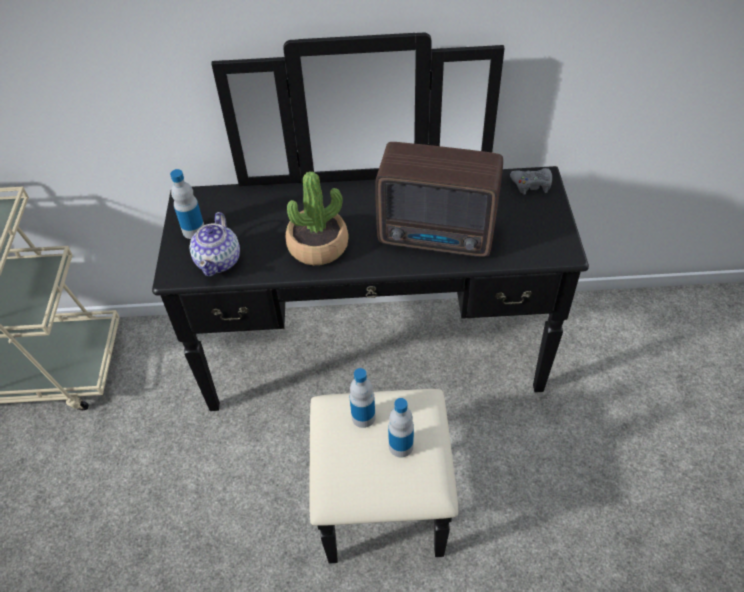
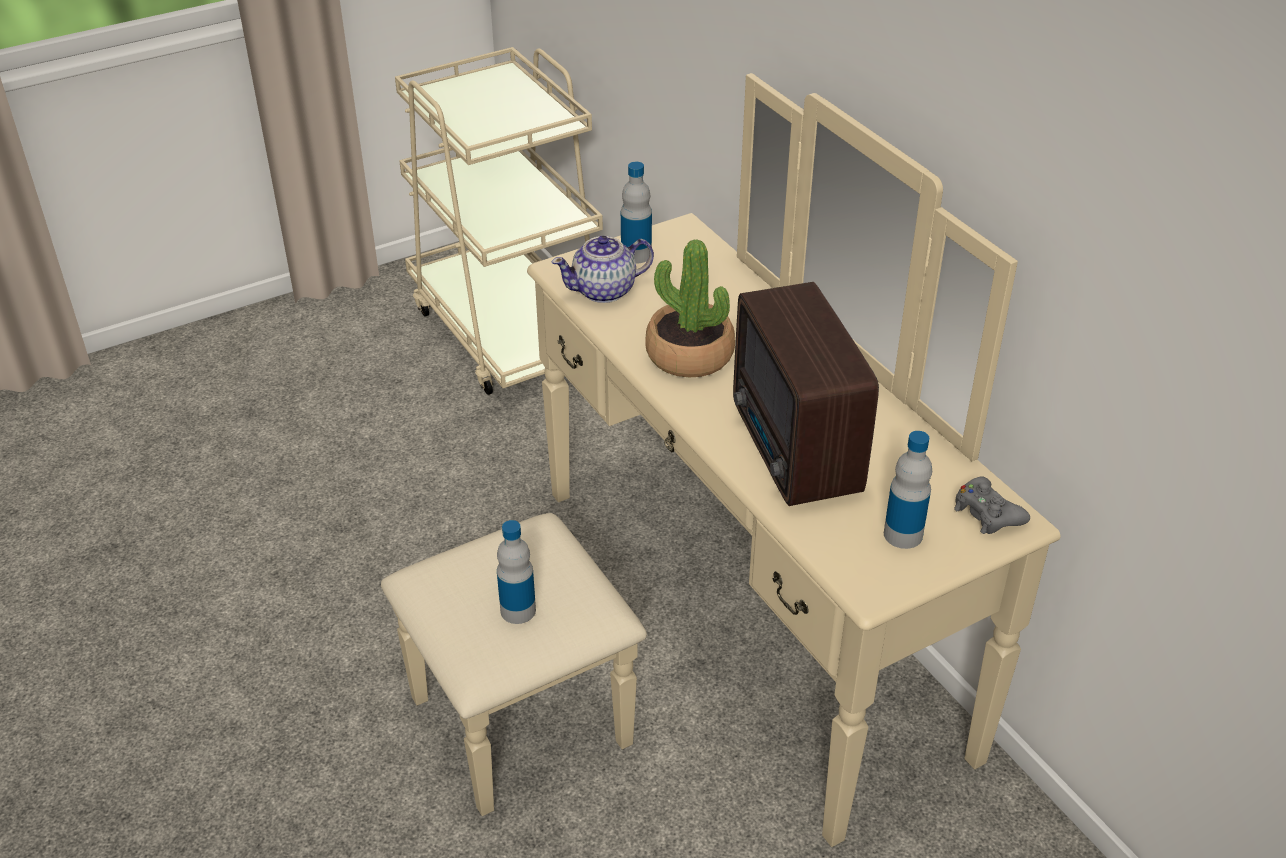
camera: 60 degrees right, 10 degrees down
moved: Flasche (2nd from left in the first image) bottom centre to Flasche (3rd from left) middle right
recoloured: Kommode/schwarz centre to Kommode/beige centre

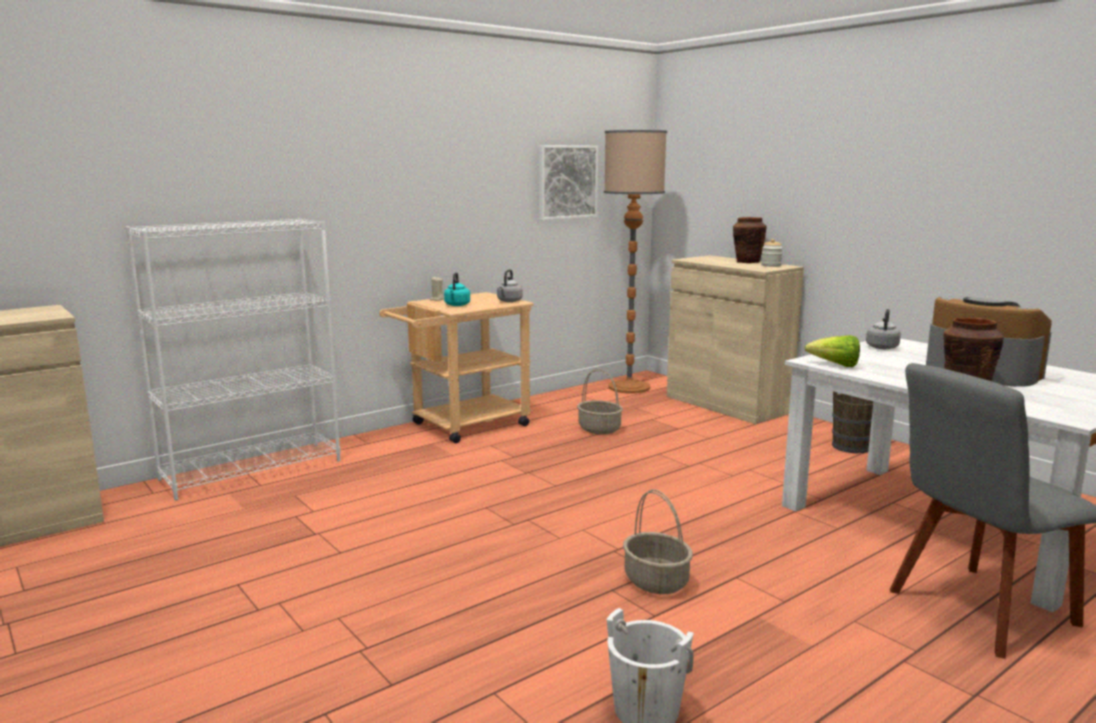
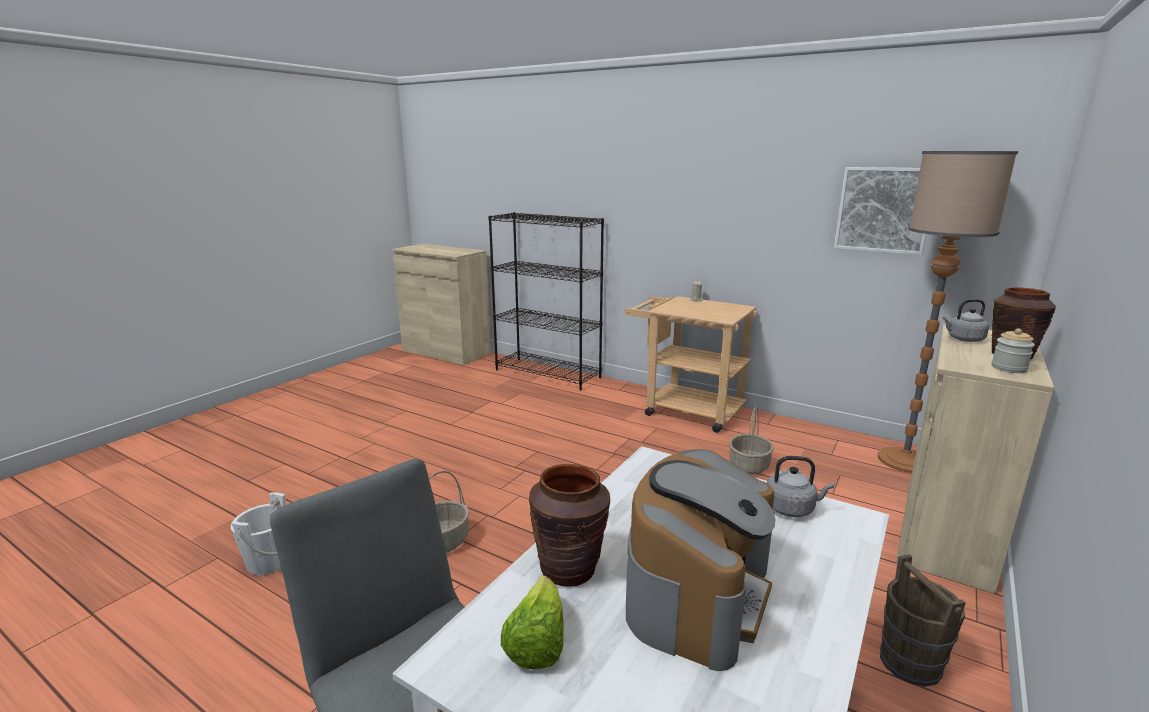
camera: 70 degrees right, 5 degrees up
removed: Wasserkessel/türkis centre
moved: Salatkopf middle right to bottom centre; Wasserkessel/grau (1st from left in the first image) centre to Wasserkessel/grau (2nd from left) middle right
recoloured: Bücherregal/weiß middle left to Bücherregal/schwarz centre

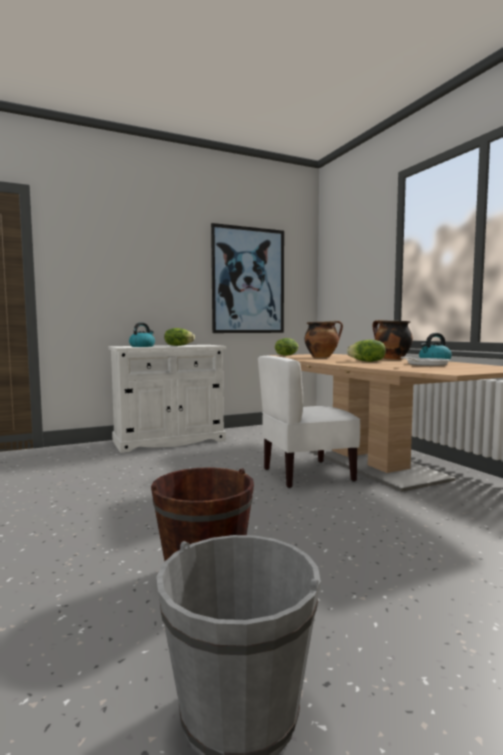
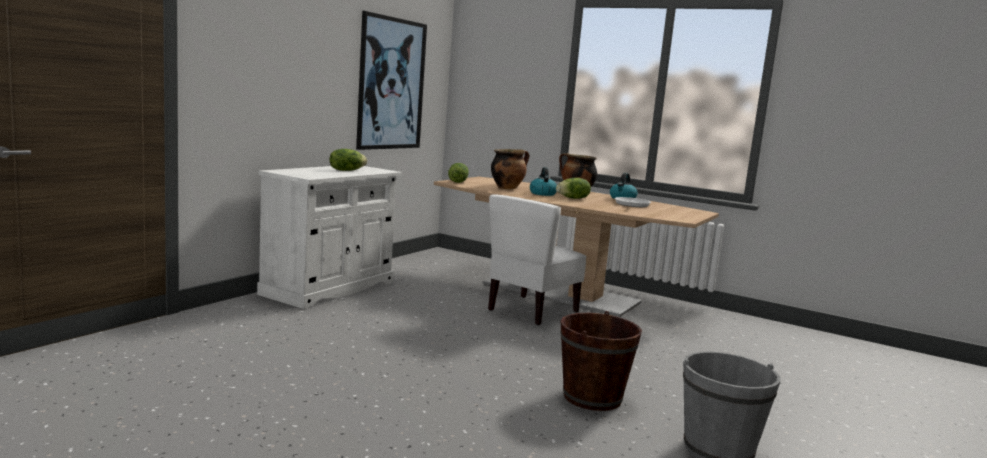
camera: 35 degrees left, 5 degrees up
moved: Wasserkessel (1st from left) middle left to centre

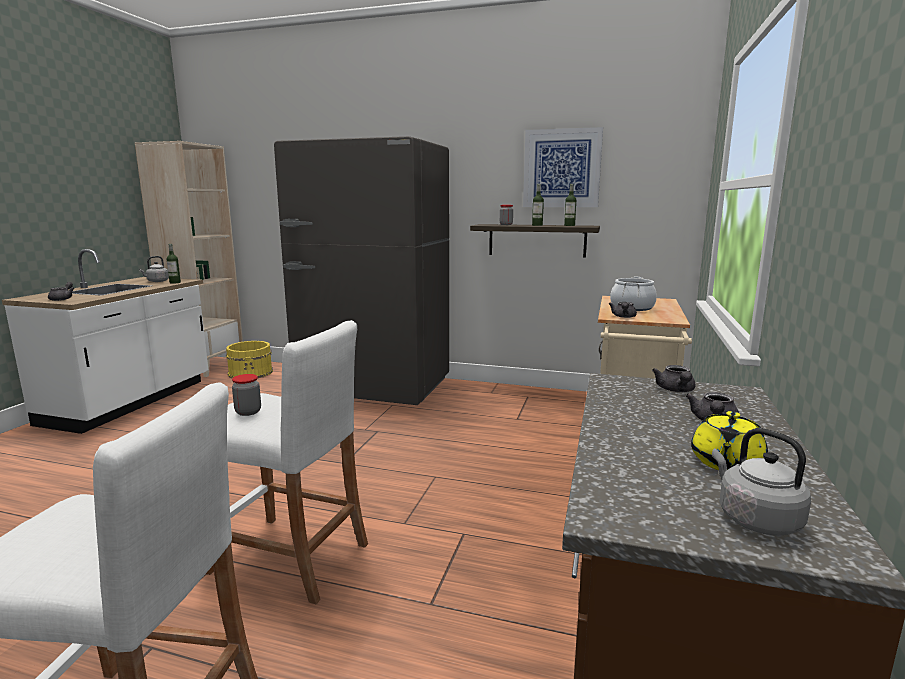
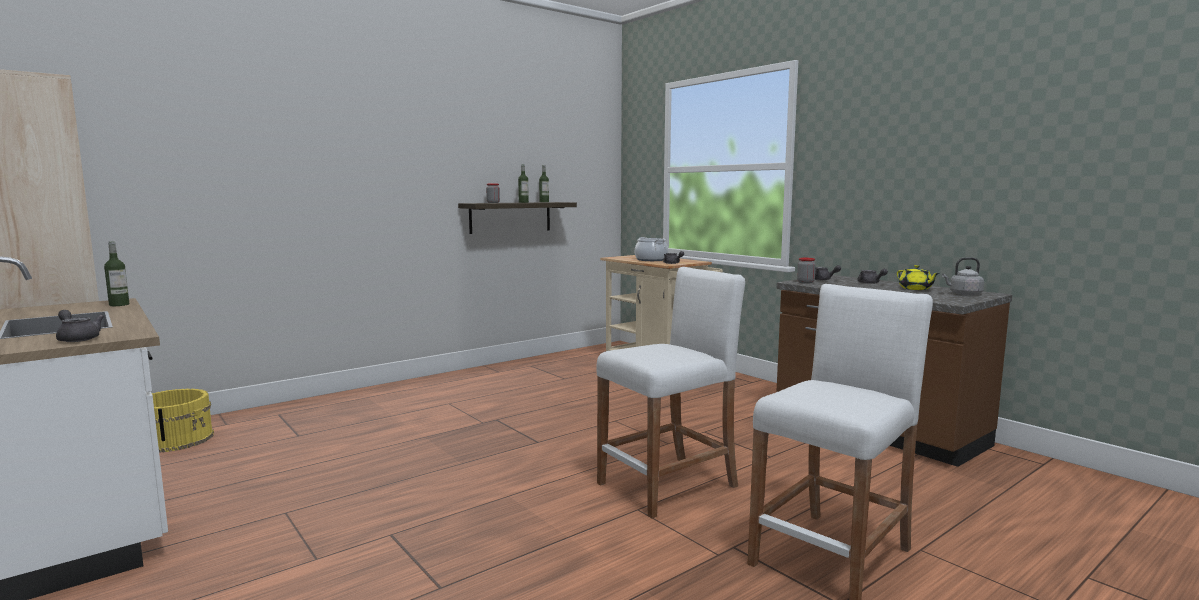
camera: 55 degrees left, 5 degrees down
removed: Wasserkessel/grau (1st from left) middle left; Kühlschrank/grau centre; Bild top centre
moved: Vorratsglas (1st from left in the first image) middle left to Vorratsglas (2nd from left) middle right

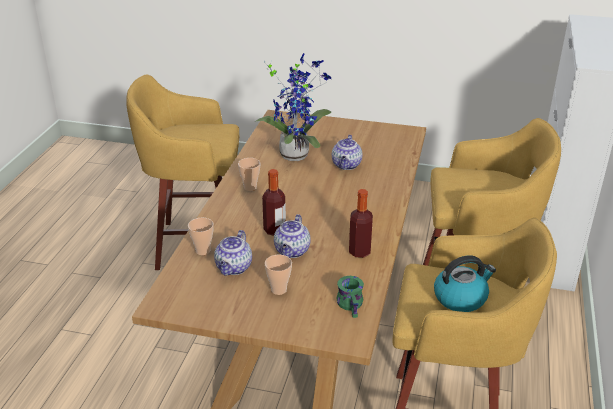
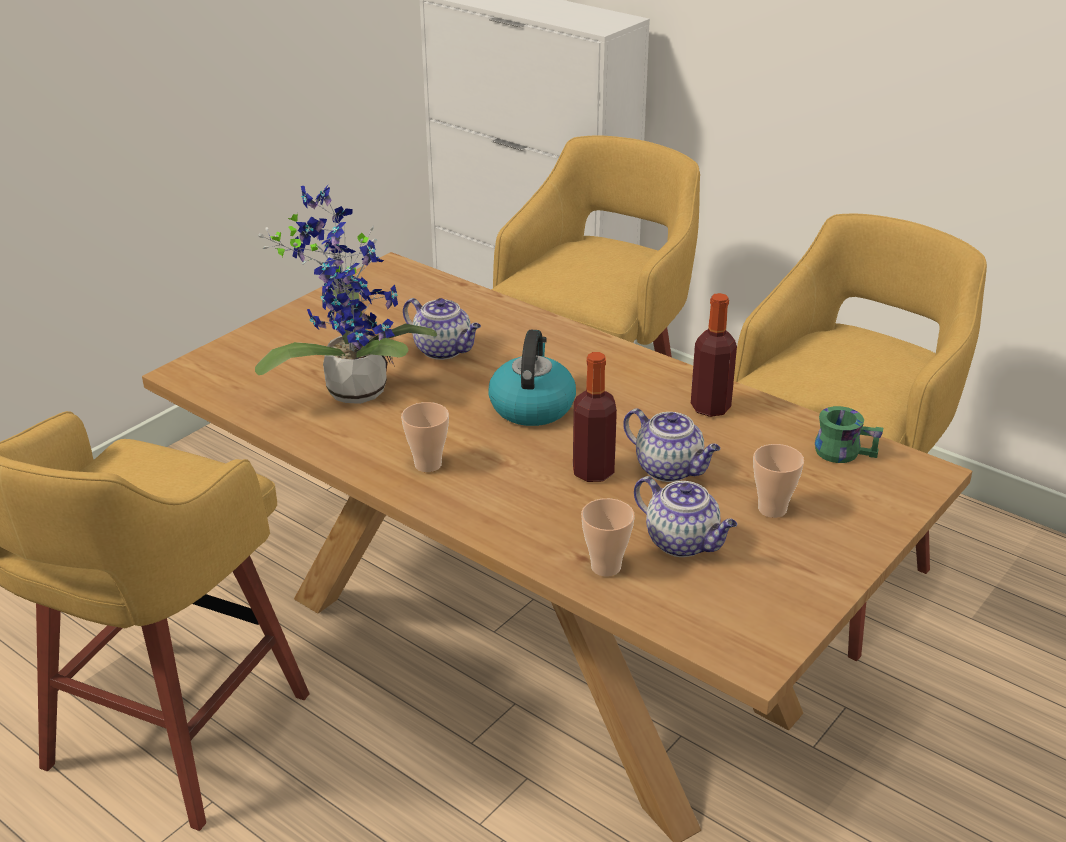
camera: 65 degrees left, 0 degrees up
moved: Wasserkessel bottom right to centre

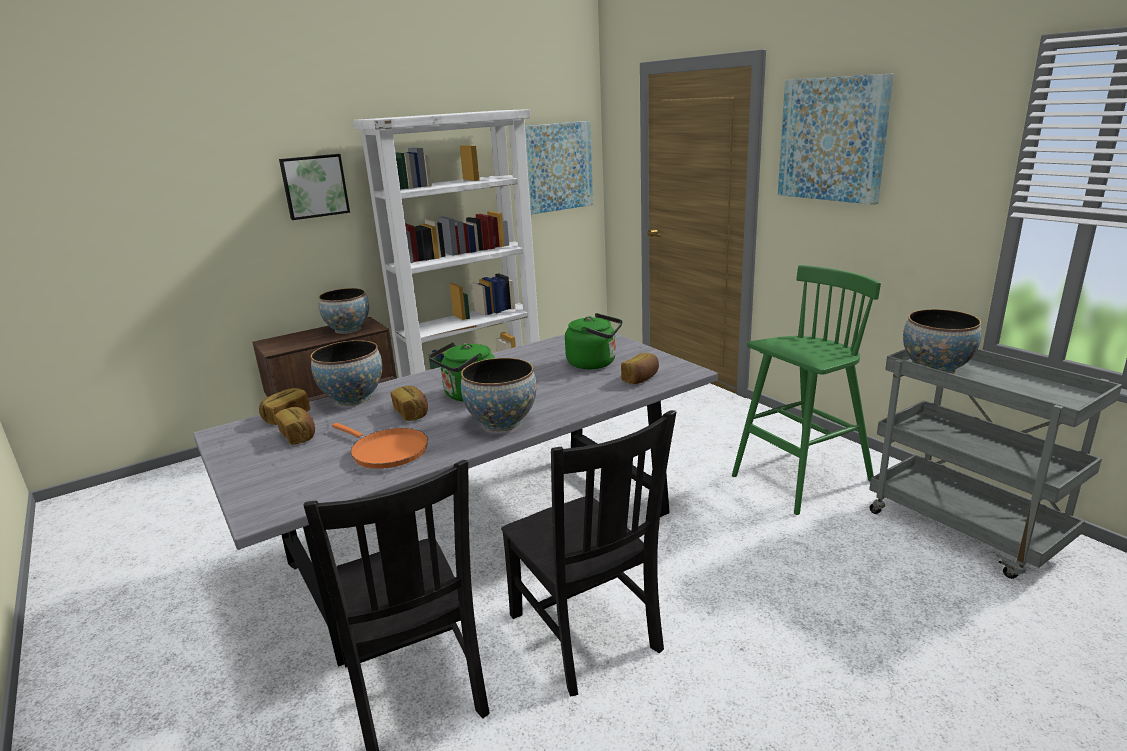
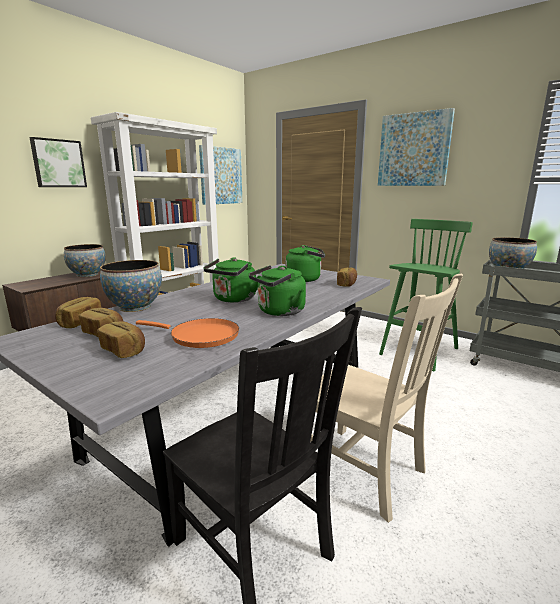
camera: 20 degrees left, 5 degrees down
moved: Brot (3rd from left) centre to middle left
replaced: Schüssel (3rd from left) centre to Wasserkessel/grün (2nd from left) centre
recoloured: Stuhl/schwarz (2nd from left) bottom centre to Stuhl/beige middle right

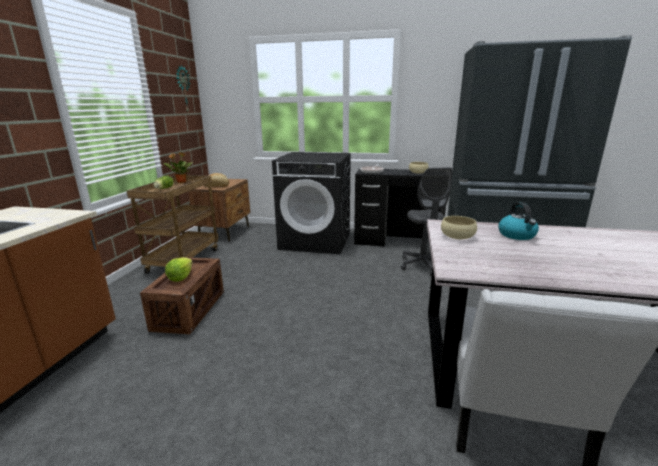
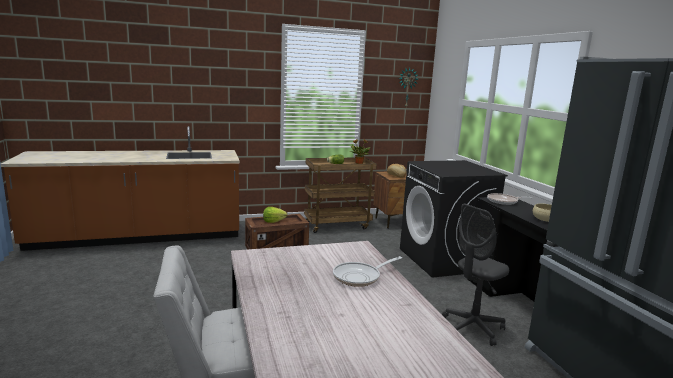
camera: 60 degrees right, 5 degrees down
removed: Schüssel/beige (2nd from left) middle right
replaced: Wasserkessel middle right to Pfanne (1st from left) bottom centre

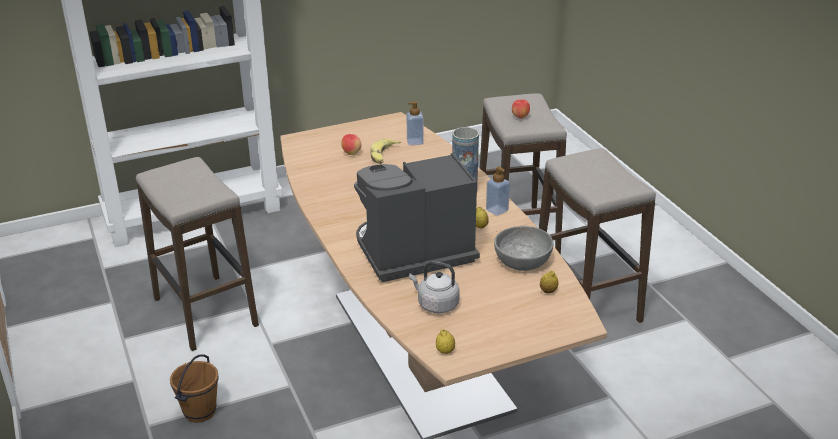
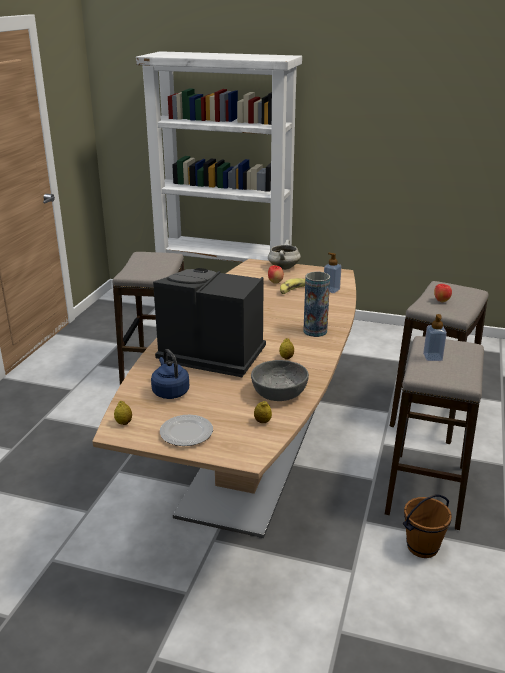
camera: 40 degrees right, 5 degrees down
added: Teller centre; Kochtopf/weiß centre
moved: Eimer/braun bottom left to bottom right; Seifenspender (2nd from left) centre to middle right
recoloured: Wasserkessel/grau centre to Wasserkessel/blau centre

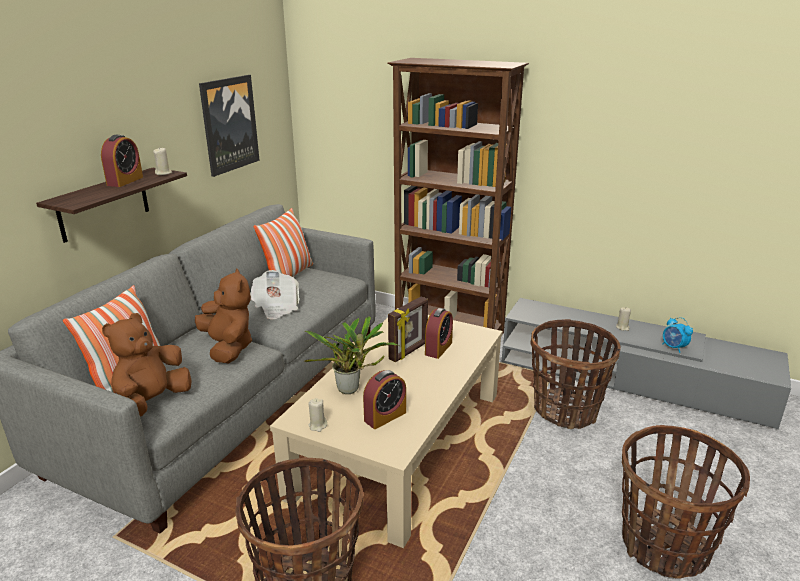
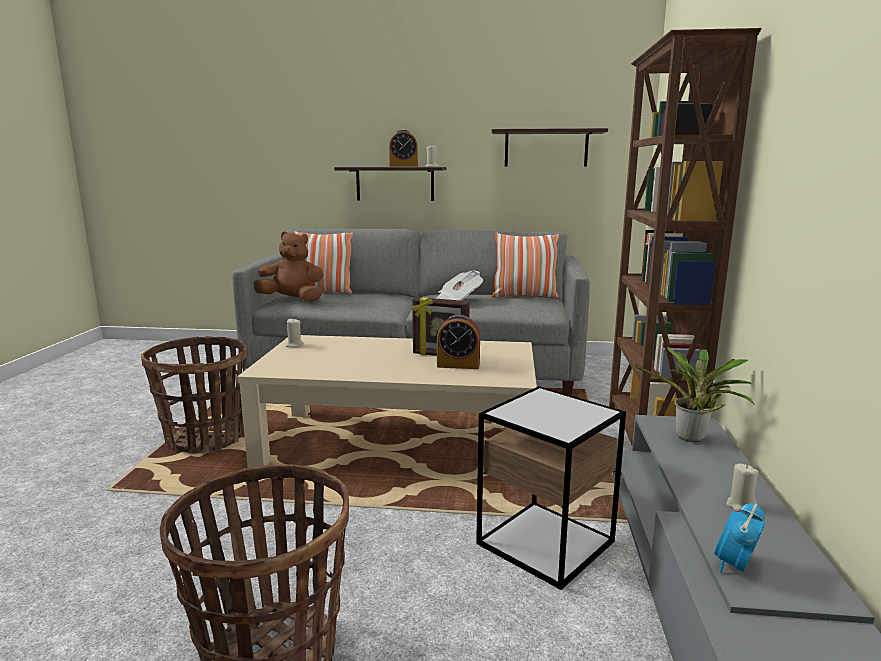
camera: 70 degrees right, 10 degrees down
removed: Plüschtier/braun (2nd from left) middle left; Wecker (2nd from left) bottom centre
moved: Topfpflanze centre to middle right
replaced: Korb (2nd from left) middle right to Beistelltisch bottom centre; Bild top left to Wandregal (2nd from left) top centre

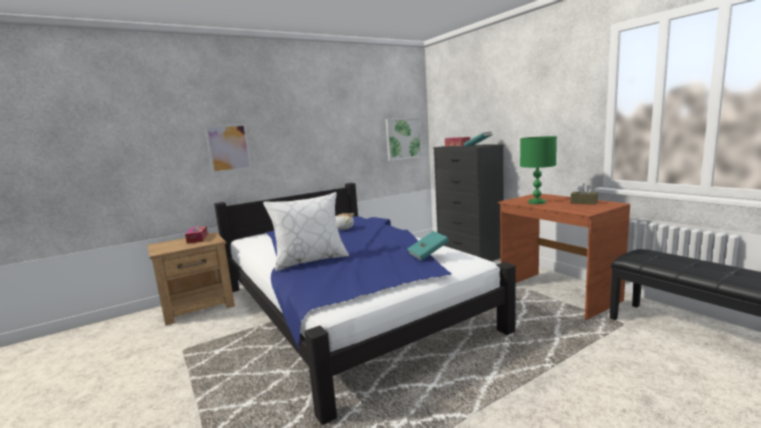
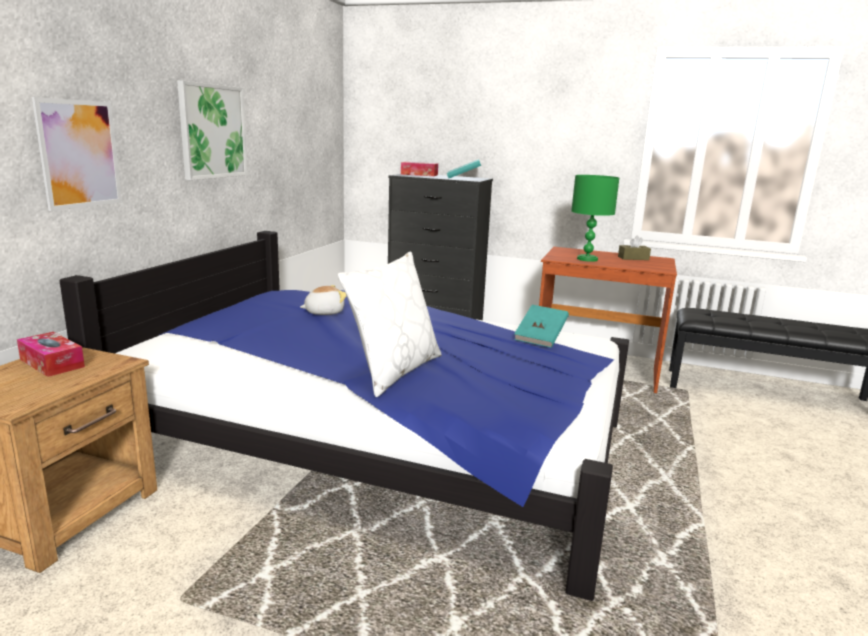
camera: 40 degrees left, 5 degrees up
moved: Bild (2nd from left) top centre to top left

